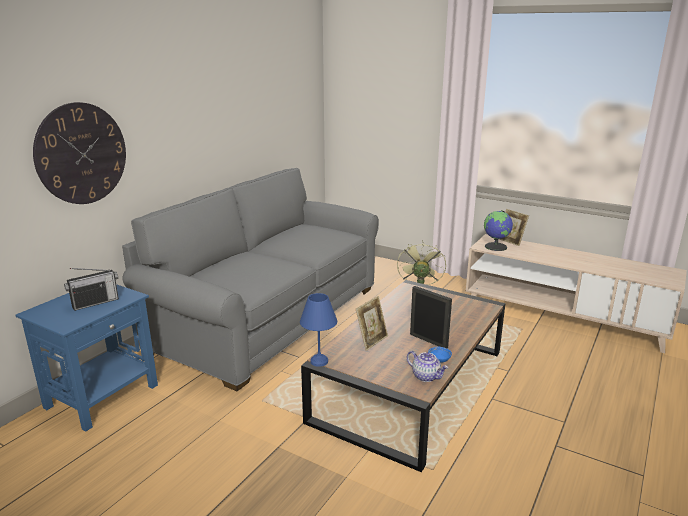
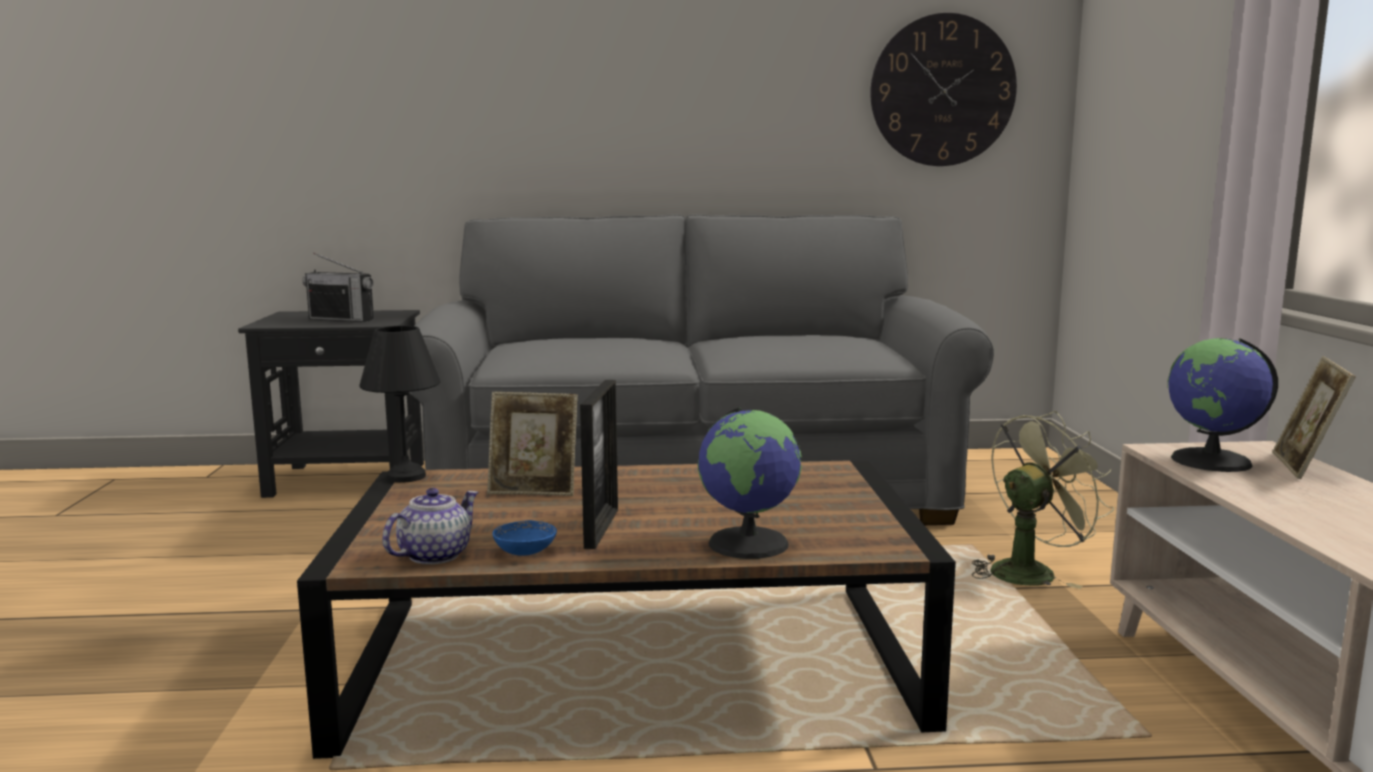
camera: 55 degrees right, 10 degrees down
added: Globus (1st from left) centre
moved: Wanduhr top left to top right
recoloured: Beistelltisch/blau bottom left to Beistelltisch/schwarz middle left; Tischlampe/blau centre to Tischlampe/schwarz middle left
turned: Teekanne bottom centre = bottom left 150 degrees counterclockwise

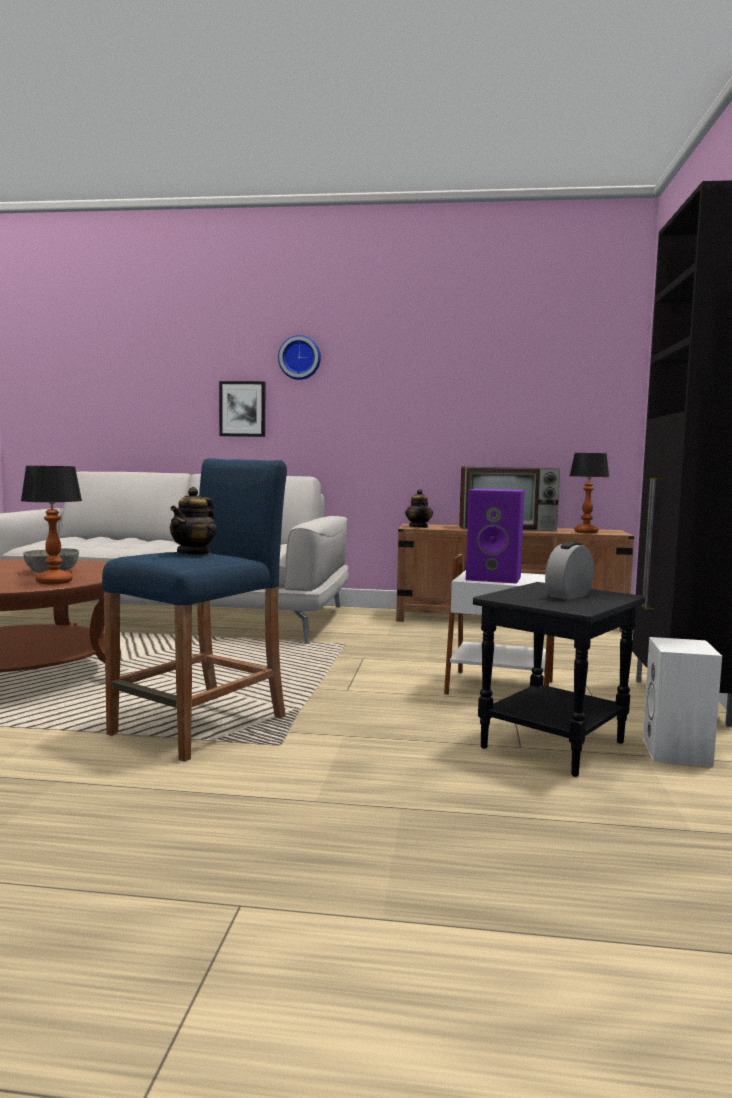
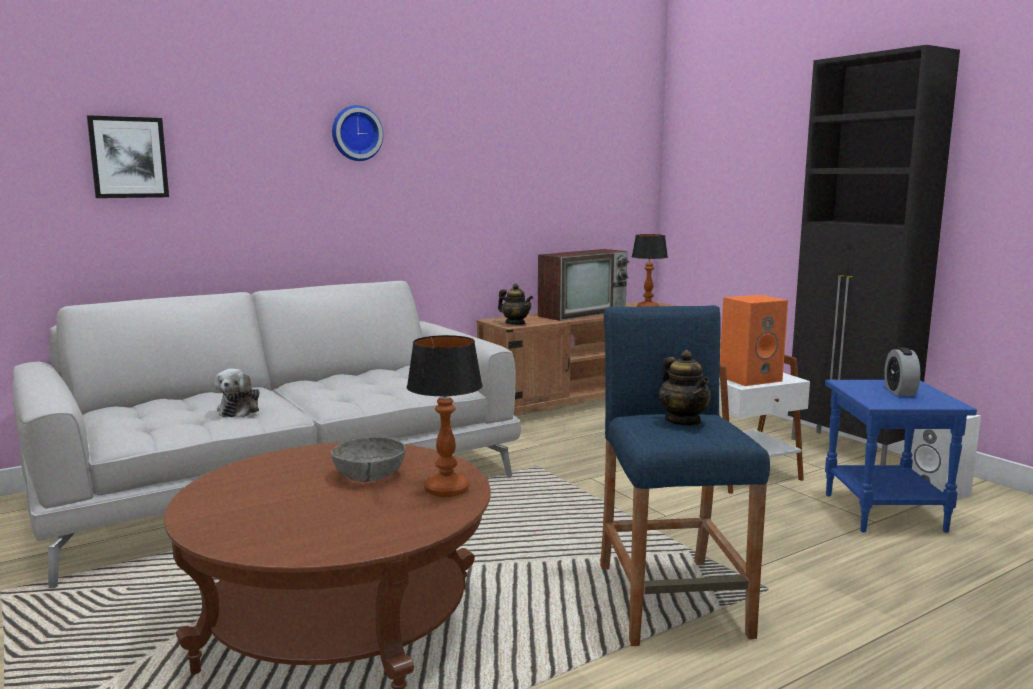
camera: 40 degrees left, 5 degrees up
added: Plüschtier middle left
moved: Bild middle left to top left
recoloured: Lautsprecher/lila middle right to Lautsprecher/orange middle right; Beistelltisch/schwarz middle right to Beistelltisch/blau middle right

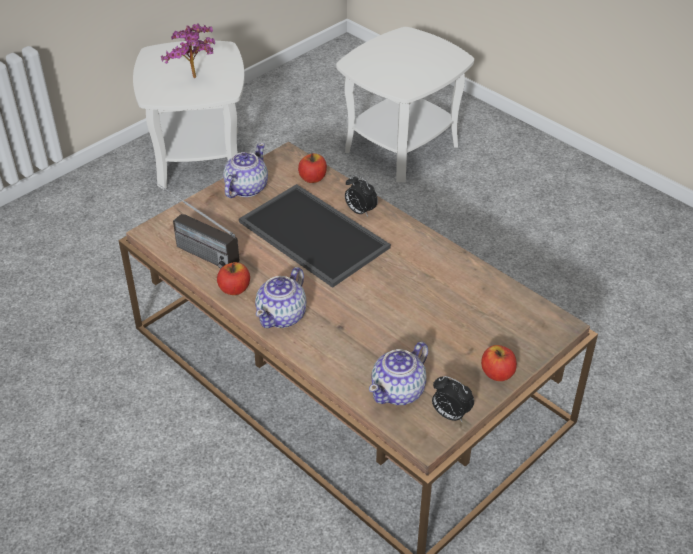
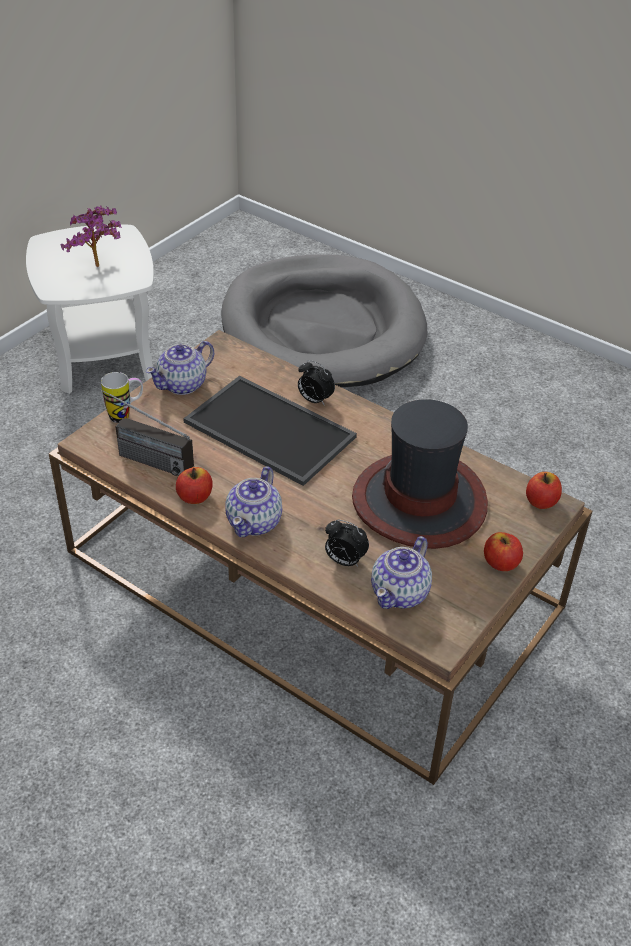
camera: 10 degrees left, 0 degrees up
added: Henkelbecher middle left; Hut centre
moved: Wecker (2nd from left) bottom centre to centre; Apfel (2nd from left in the first image) top centre to Apfel (3rd from left) middle right
replaced: Beistelltisch/weiß (2nd from left) top centre to Hundebett/grau centre
turned: Teekanne (1st from left) top centre = middle left 150 degrees counterclockwise

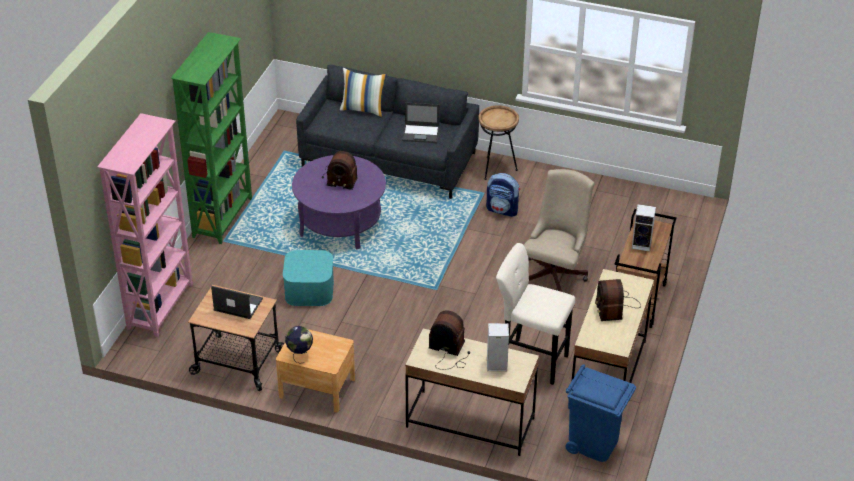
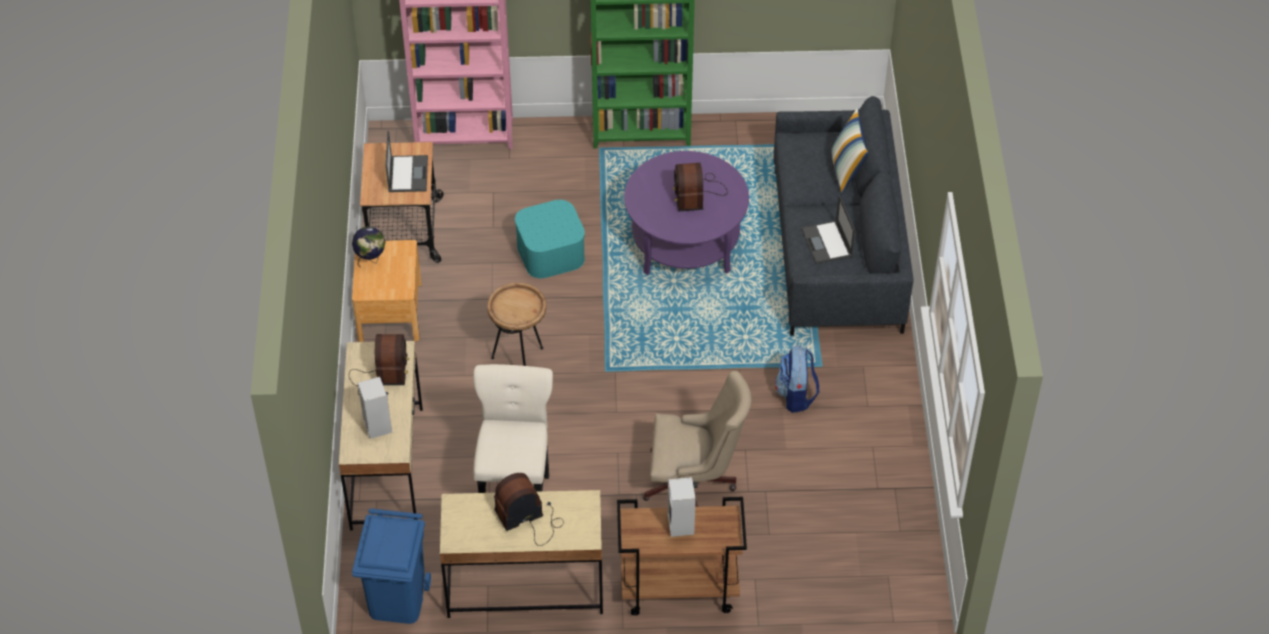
camera: 70 degrees right, 10 degrees up
moved: Beistelltisch/braun top centre to centre

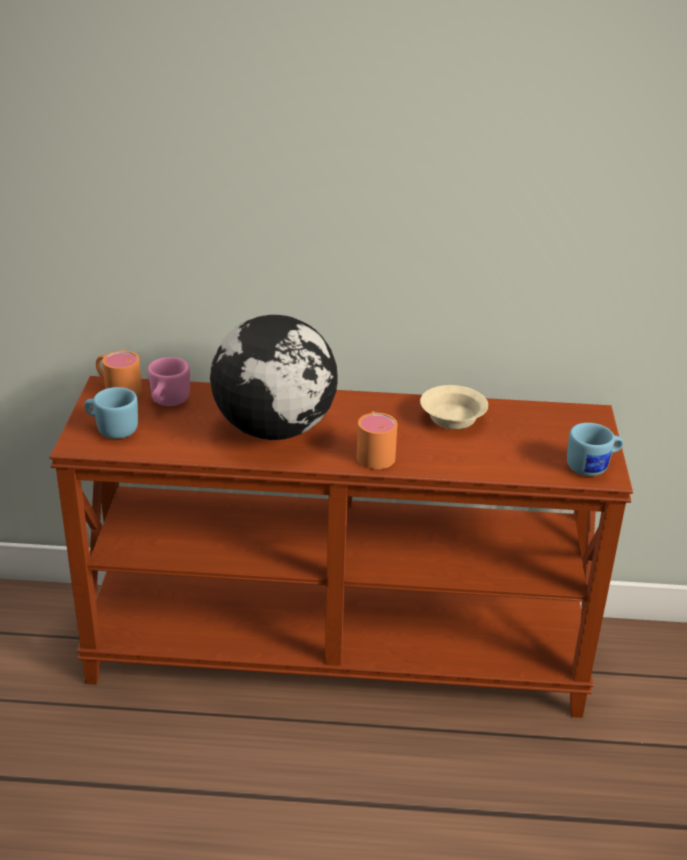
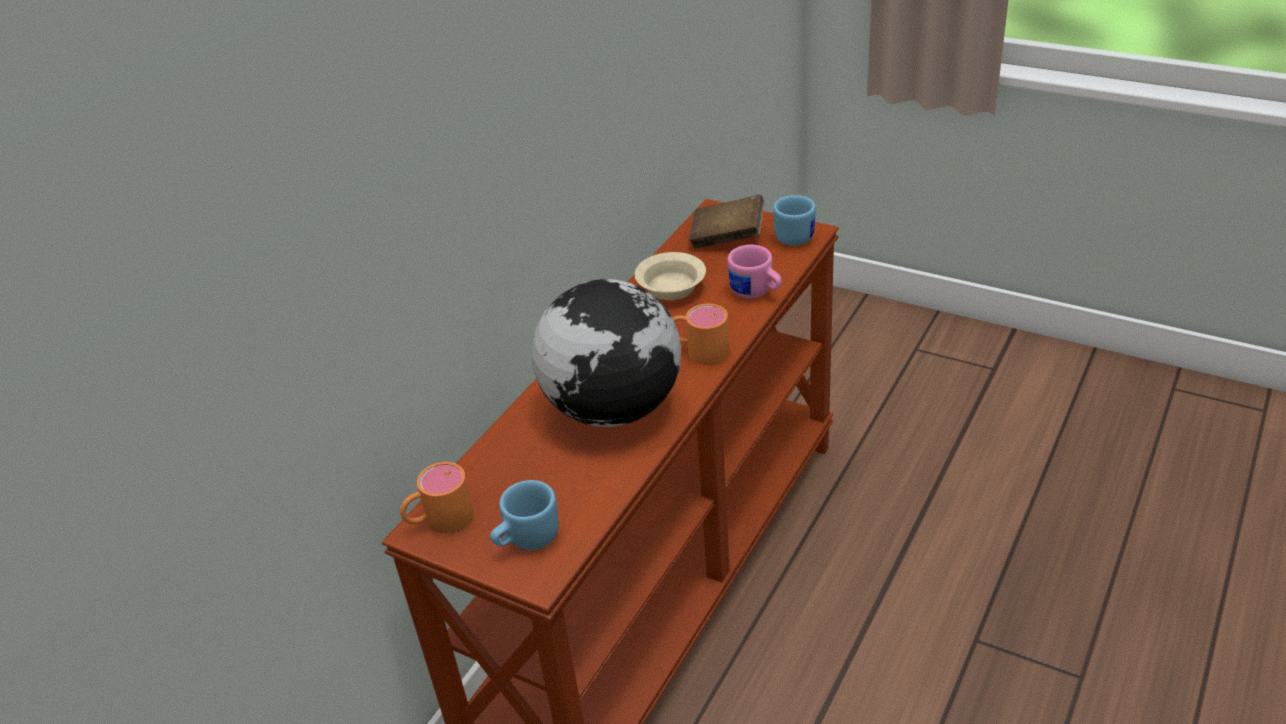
camera: 60 degrees left, 5 degrees up
added: Buch/braun top centre
moved: Henkelbecher/rosa middle left to centre

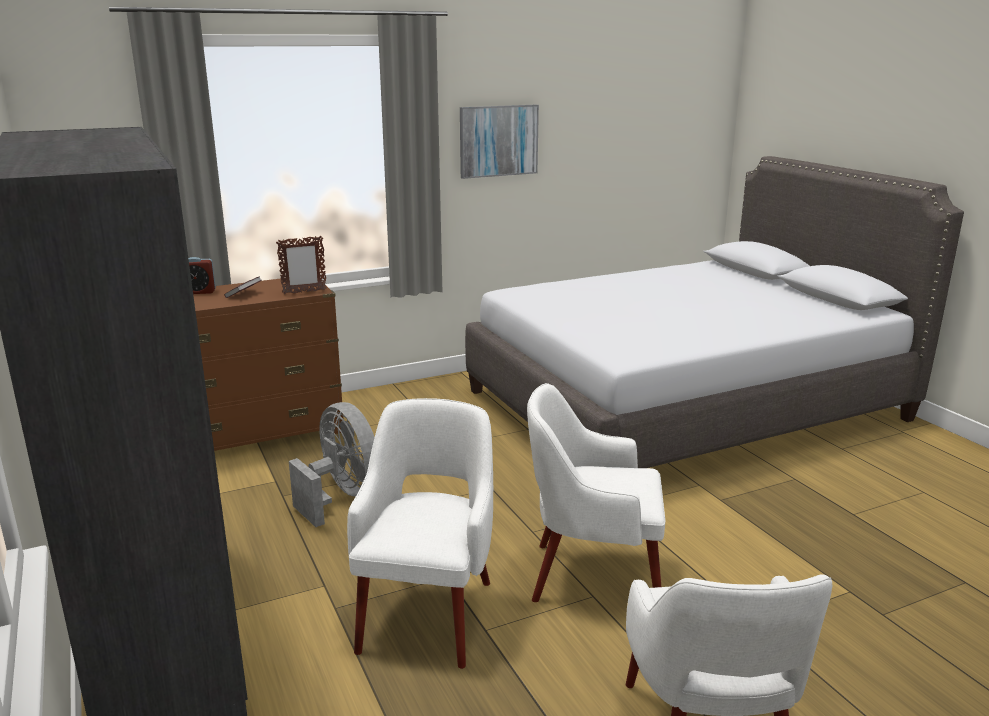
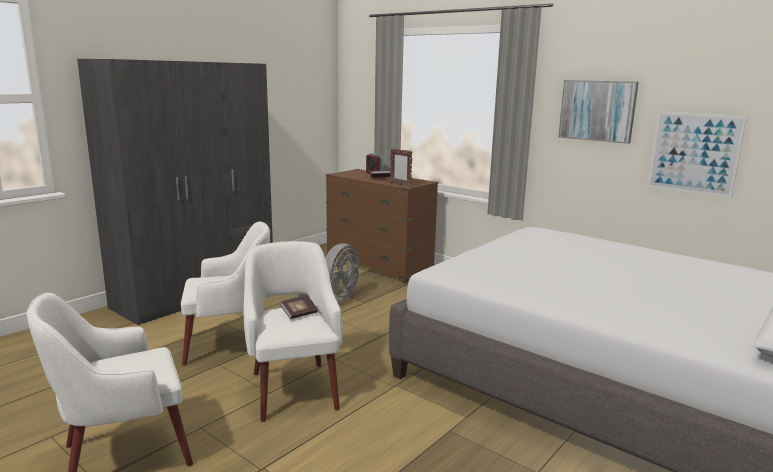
camera: 65 degrees right, 5 degrees down
added: Buch (1st from left) centre; Bild (2nd from left) top right

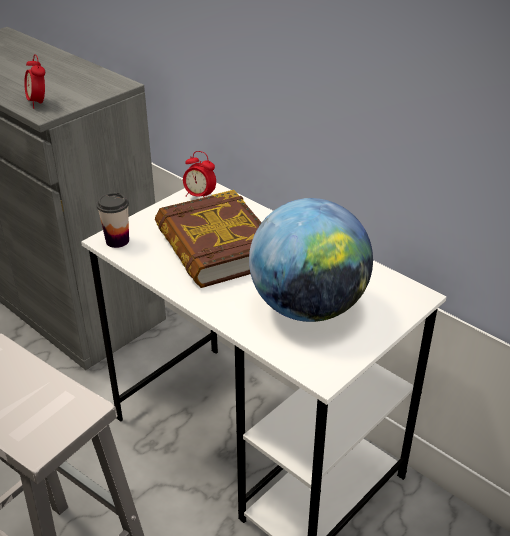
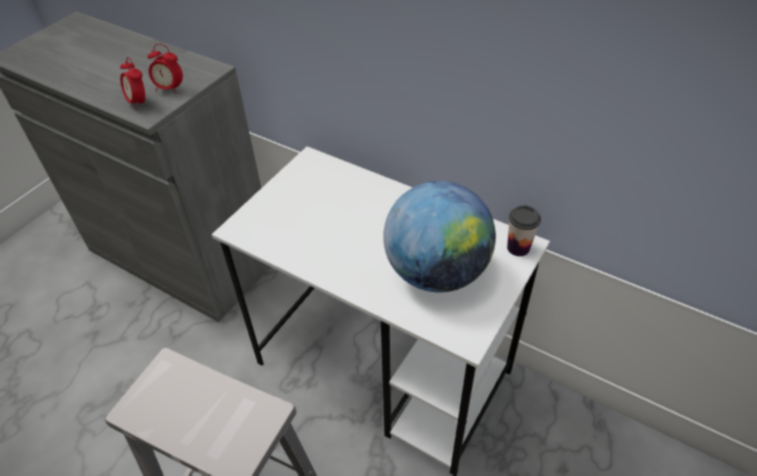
camera: 10 degrees left, 10 degrees up
removed: Buch centre
moved: Wecker (2nd from left) top centre to top left; Tasse middle left to middle right

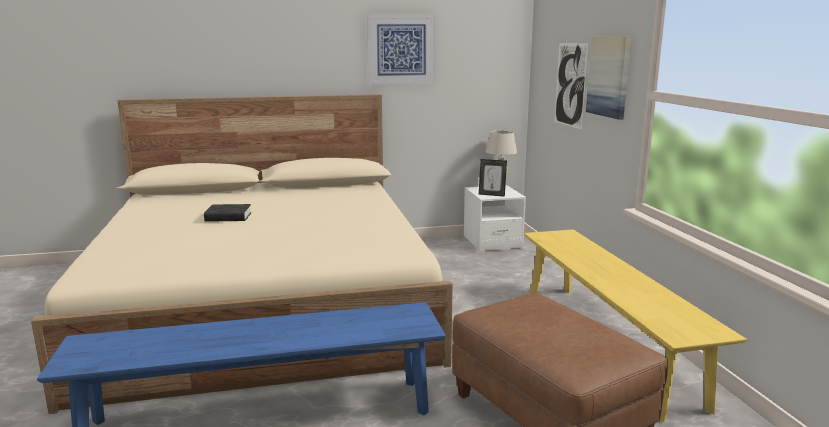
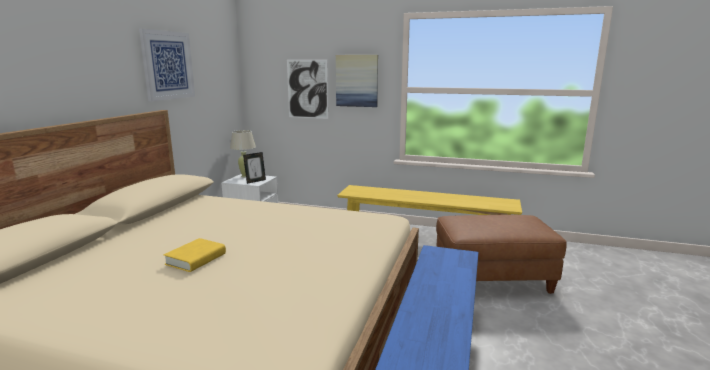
camera: 60 degrees left, 0 degrees up
recoloured: Buch/schwarz middle left to Buch/gelb bottom left

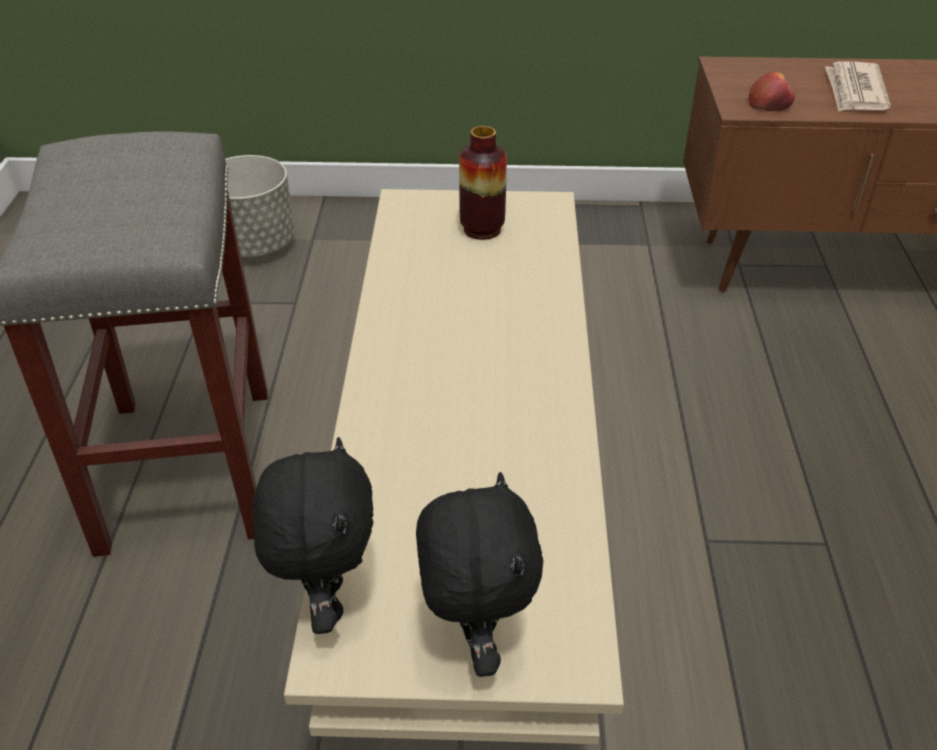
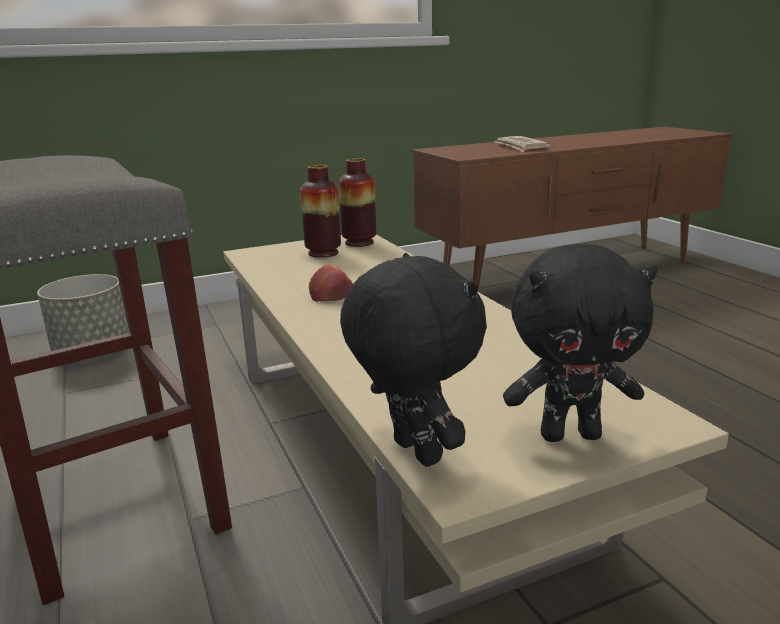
camera: 25 degrees left, 20 degrees down
added: Vase (2nd from left) top centre
moved: Apfel top right to centre
turned: Plüschtier/schwarz (2nd from left) bottom centre = middle right 120 degrees clockwise

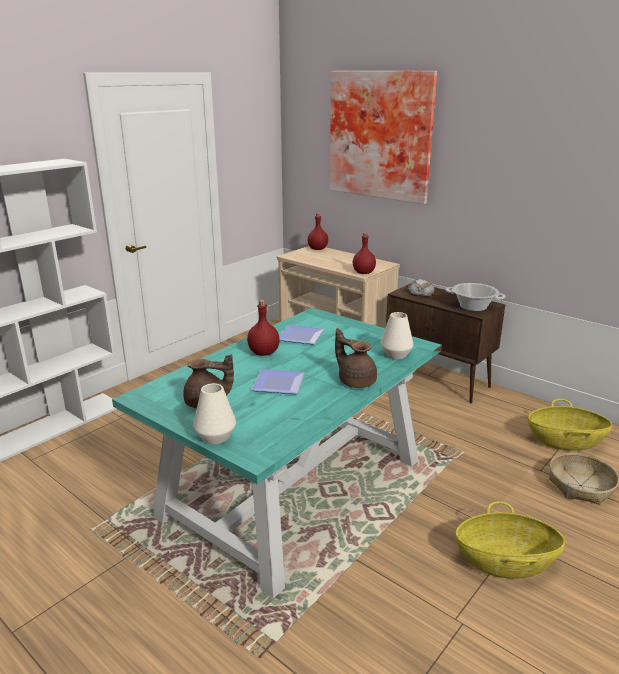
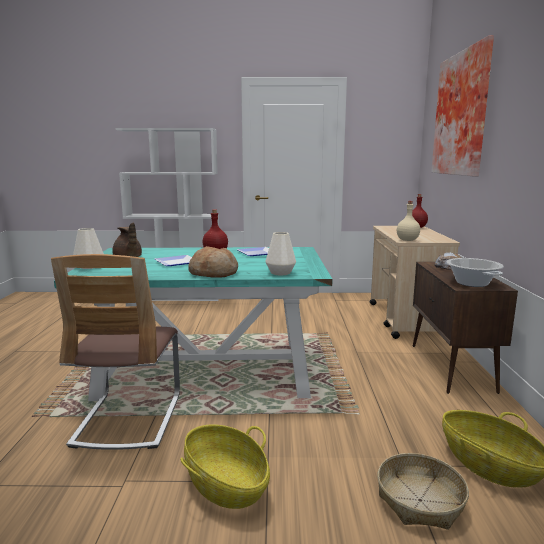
camera: 50 degrees right, 10 degrees down
added: Stuhl middle left
replaced: Teekanne/braun (2nd from left) centre to Brot (1st from left) centre
recoloured: Flasche/rot (3rd from left) centre to Flasche/beige middle right

